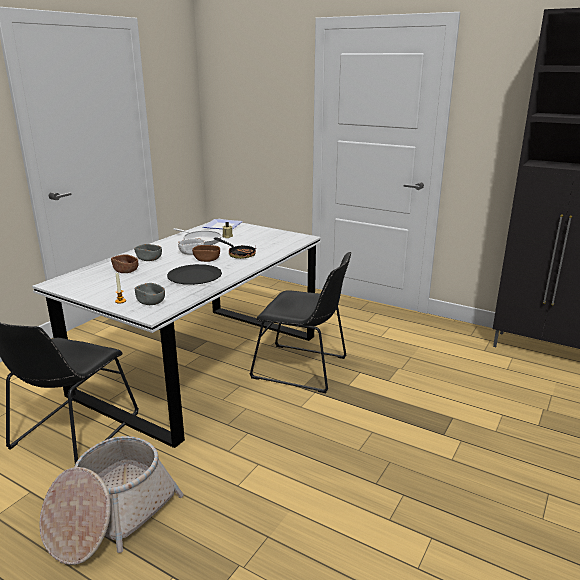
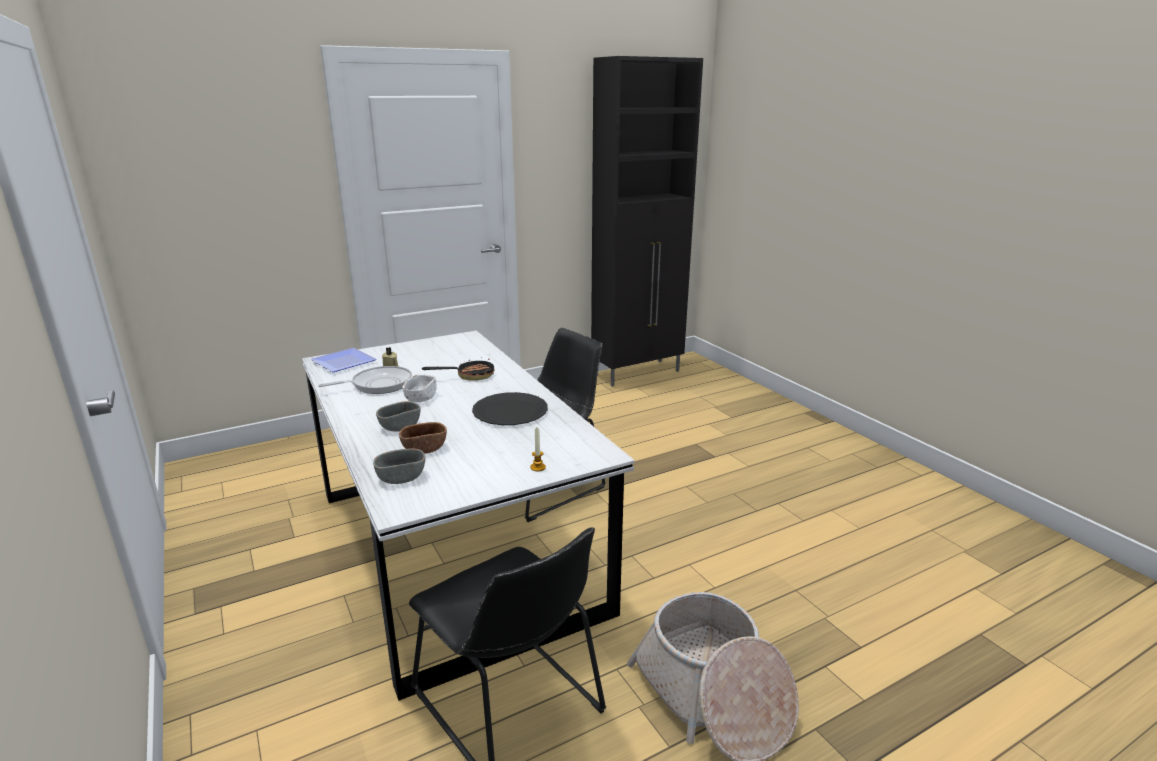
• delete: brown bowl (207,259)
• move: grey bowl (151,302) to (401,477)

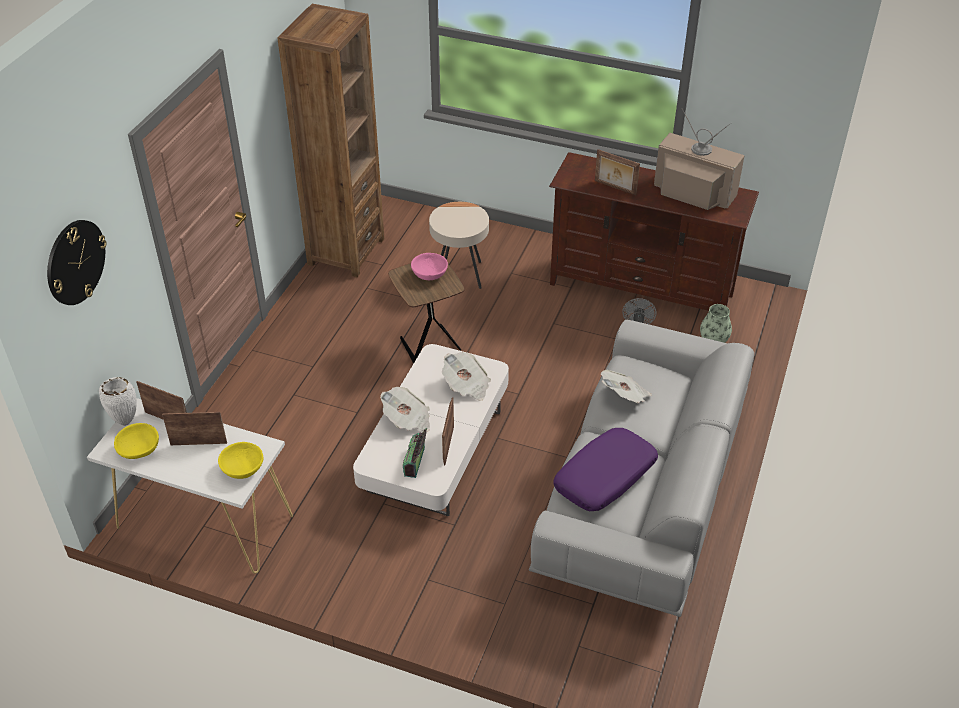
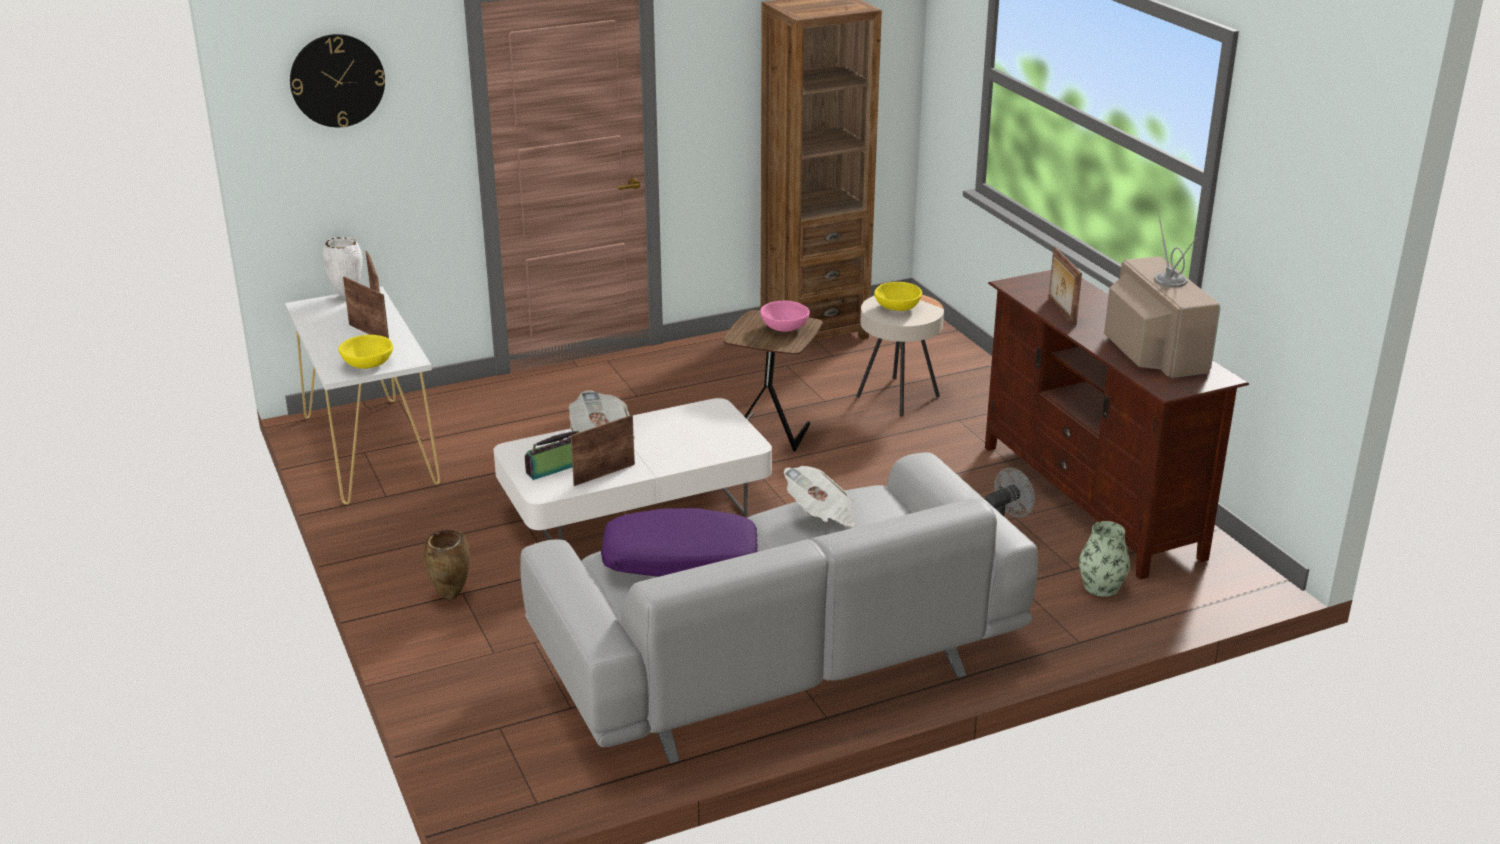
• delete: newspaper (466,386)
• insert: brown vase (451,597)
• move: yellow bowl (139,450) to (896,308)

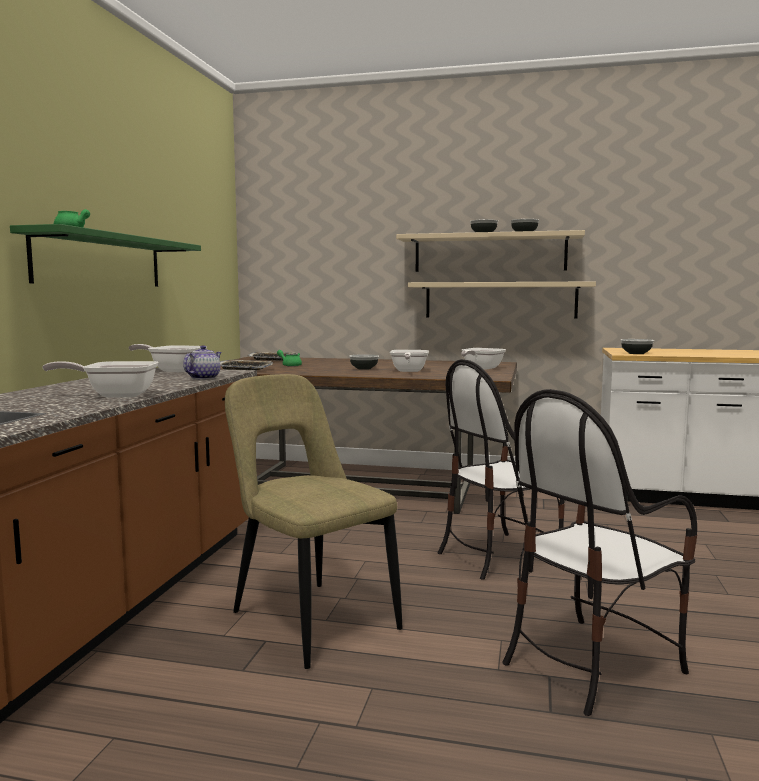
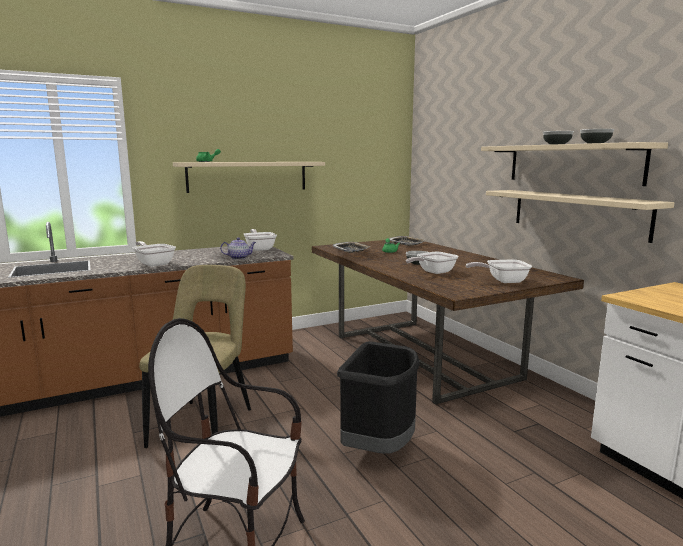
• delete: bowl (636,353)
• replace: chair (499,556) to black trash can (379,447)
• recolor: green shelf (100,261) to beige shelf (248,176)

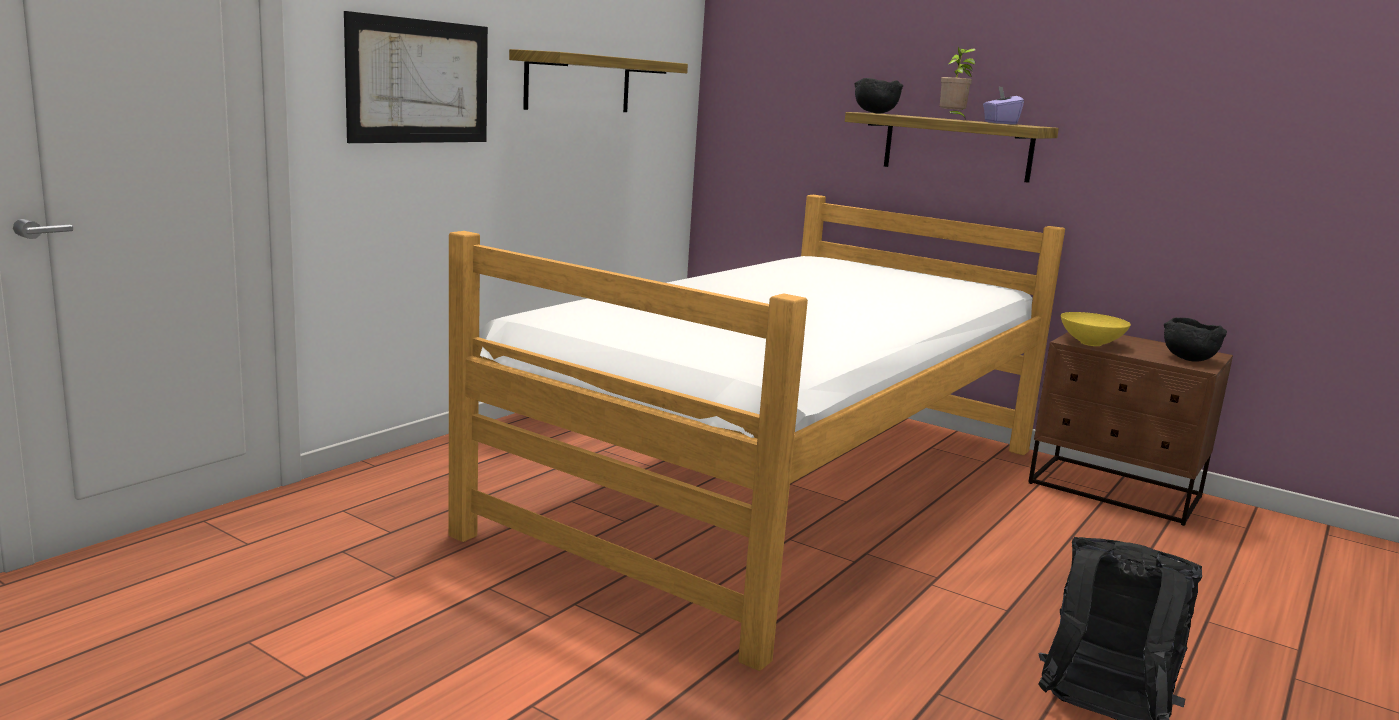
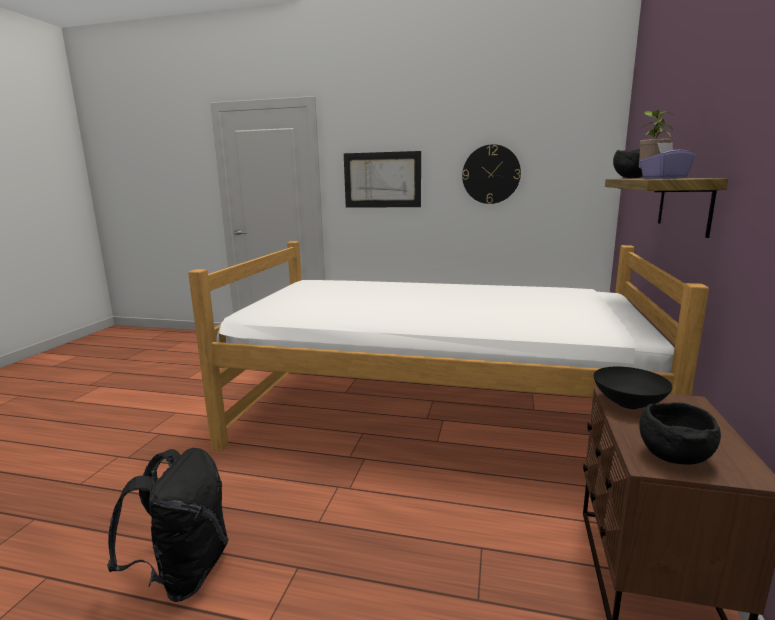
• replace: shelf (578,83) to wall clock (491,174)
• recolor: yellow bowl (1092,344) to black bowl (628,404)

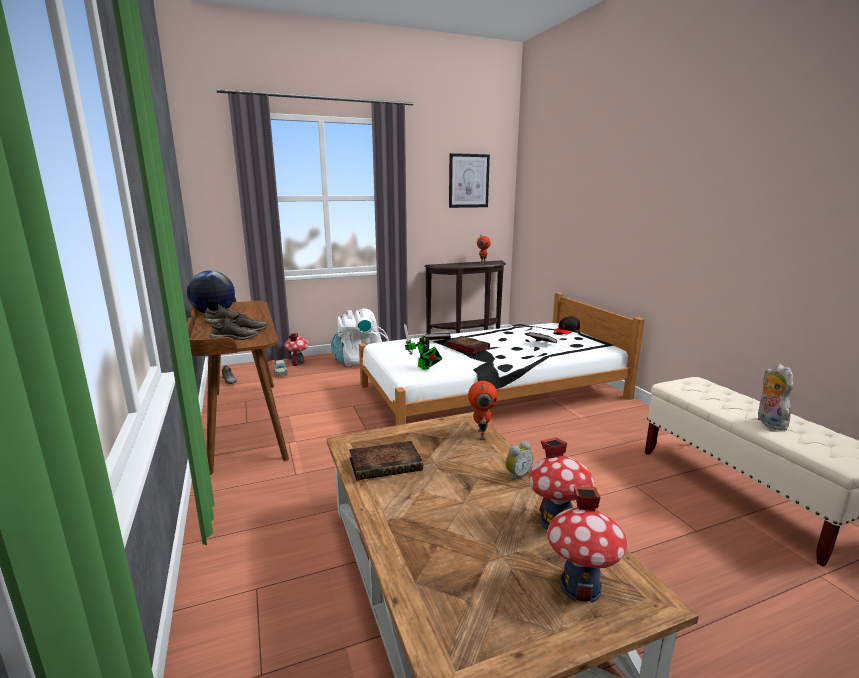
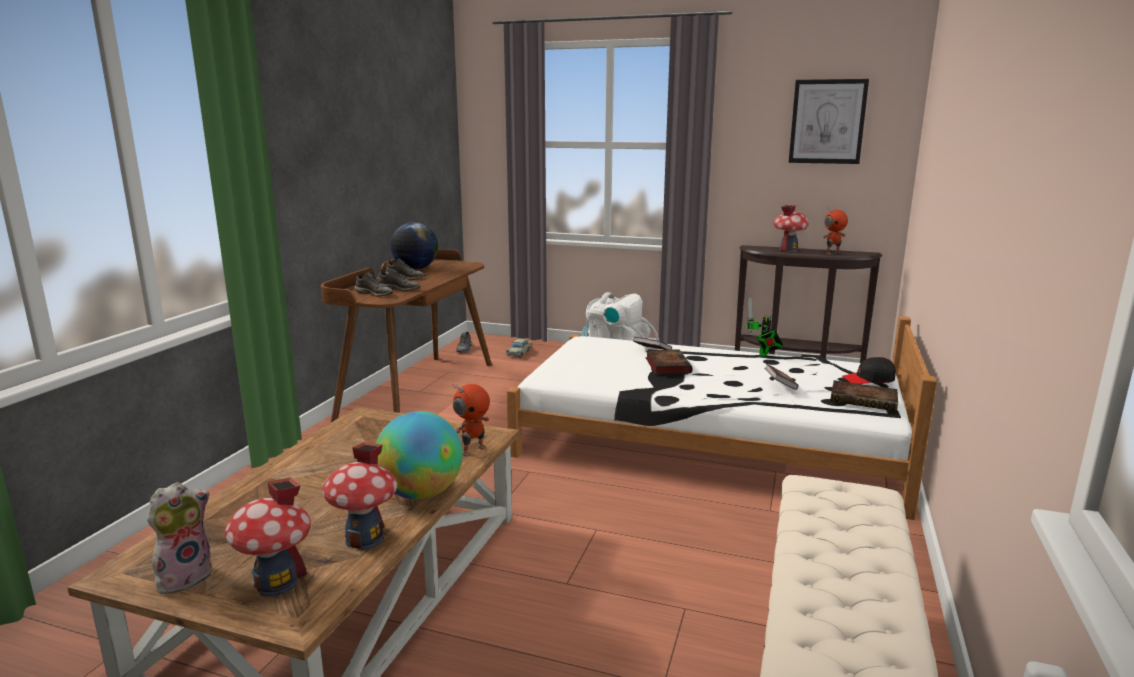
• move: toy house (298,362) to (788,250)
• move: book (387,464) to (865,400)
• move: toy robot (424,368) to (763,354)
• move: plush toy (768,422) to (185,577)
• replace: alarm clock (517,475) to globe (421,493)

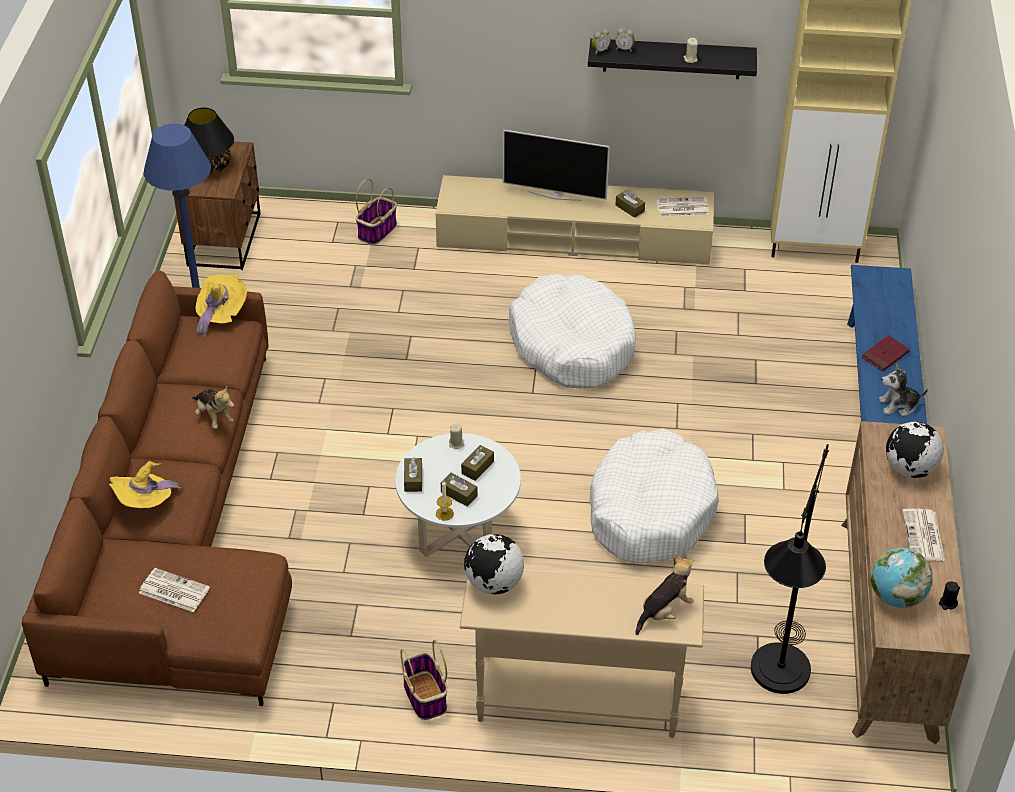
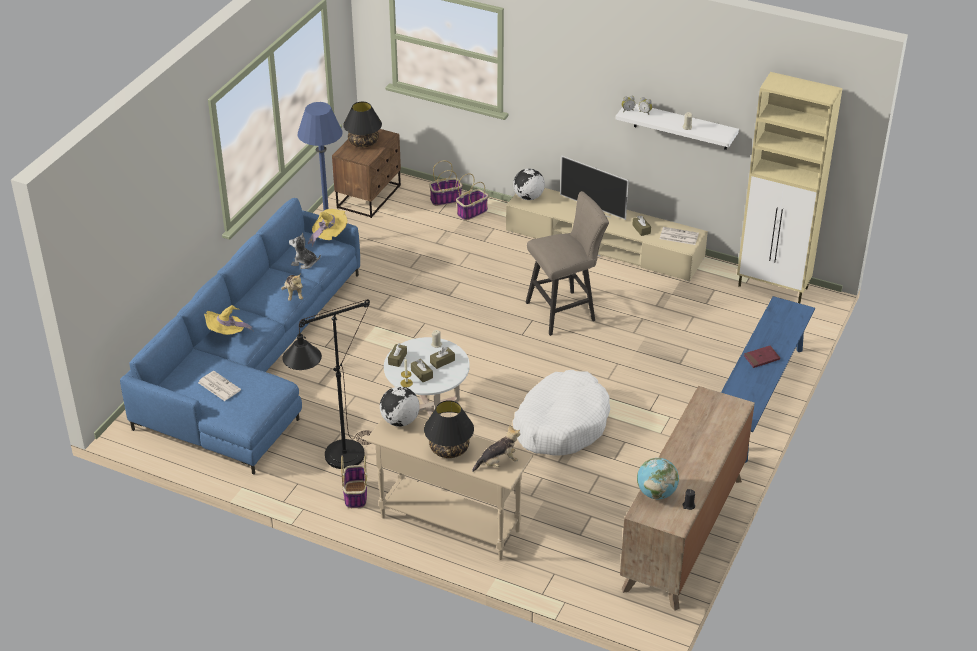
• delete: newspaper (923,536)
• insert: black table lamp (449,448)
• insert: basket (446,199)
• move: black floor lamp (776,683) to (336,461)
• move: plush toy (898,405) to (304,263)
• move: globe (909,469) to (528,197)
• replace: white dog bed (572,344) to beige stool (565,311)
• recolor: brown sofa (178,529) to blue sofa (253,362)
• recolor: black shelf (672,58) to white shelf (681,126)

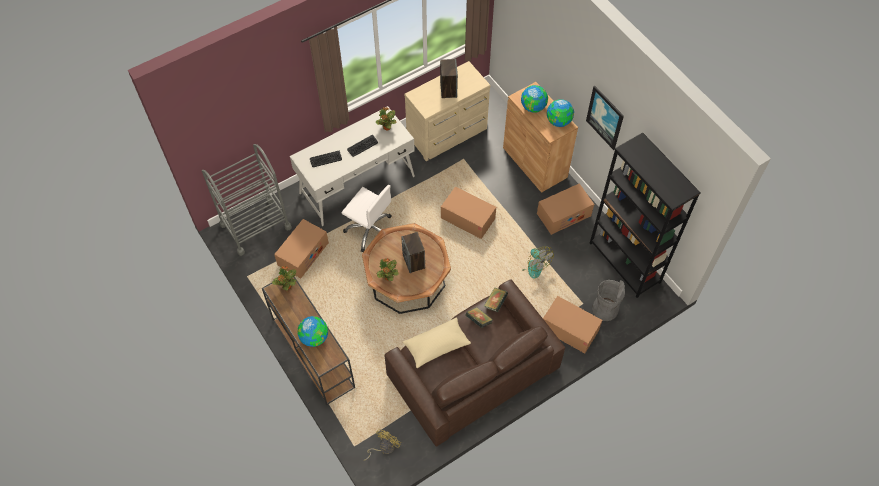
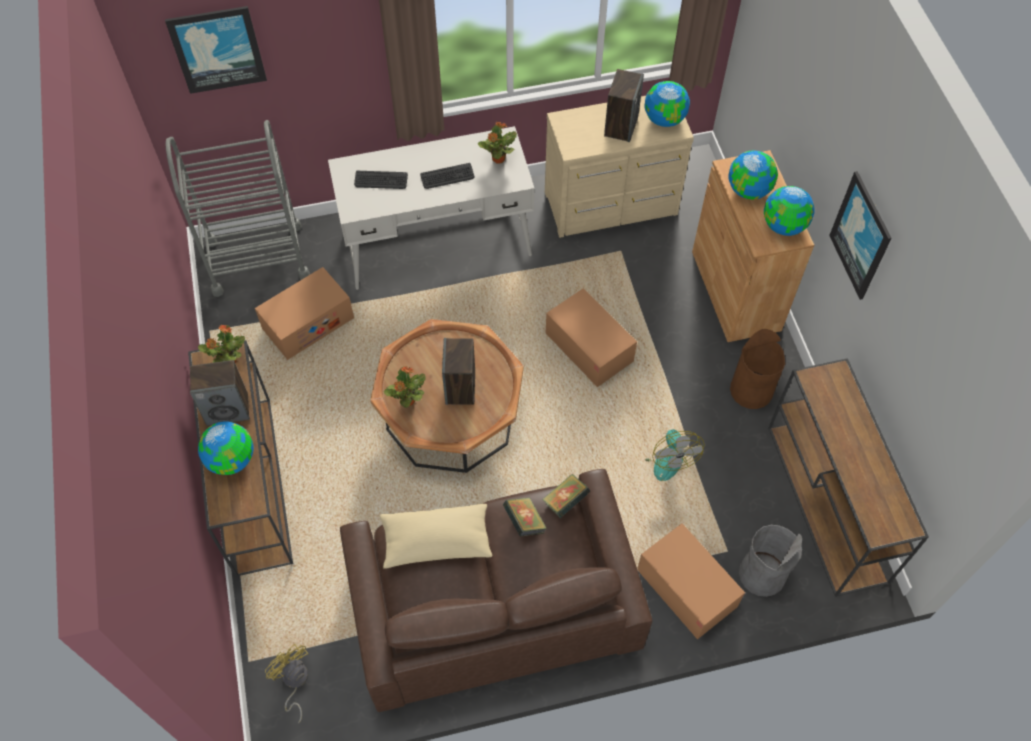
• delete: white office chair (370,230)
• insert: picture (217,49)
• insert: speaker (228,409)
• insert: globe (664,119)
• replace: cardboard box (563,214) to brown trash can (751,390)
• replace: black bookcase (625,263) to brown console table (827,504)
• rotate: yellow fan (383,448) = (294,682) 90 degrees counterclockwise

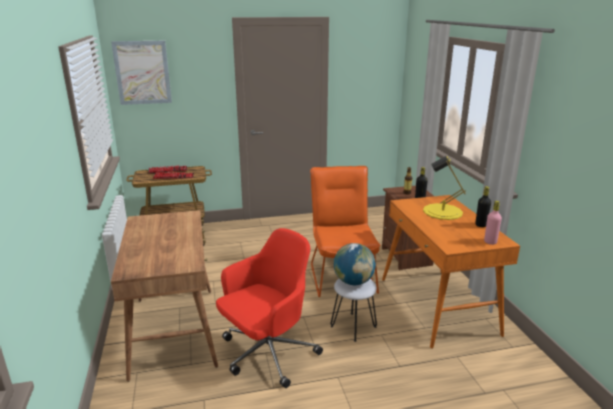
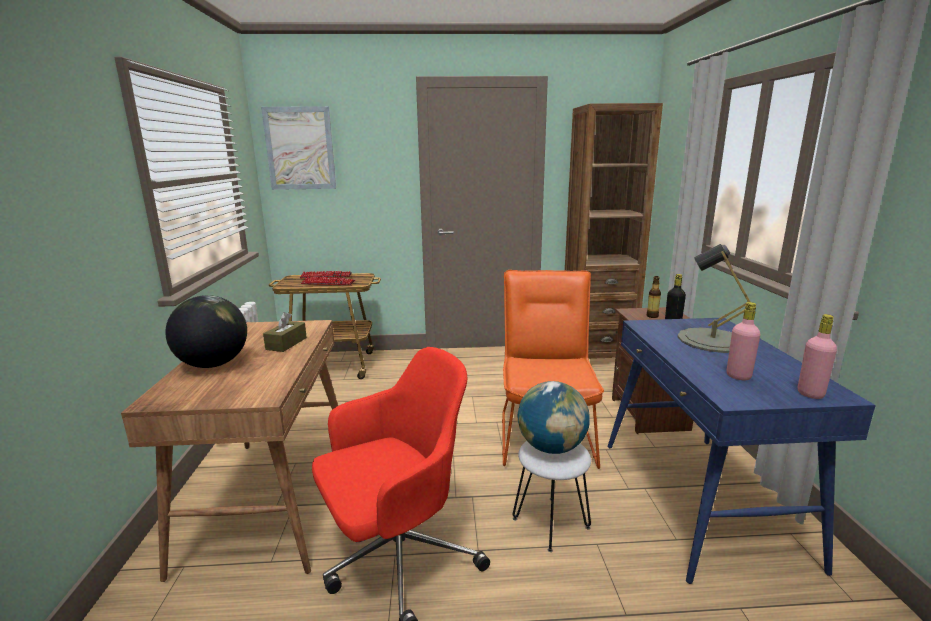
• delete: black bottle (481,225)
• insert: globe (213,364)
• insert: brown tissue box (286,343)
• insert: brown bookcase (596,354)
• insert: pink bottle (738,376)
• recolor: orange desk (438,306) to blue desk (701,500)
• recolor: yellow table lamp (442,211) to grey table lamp (712,340)

